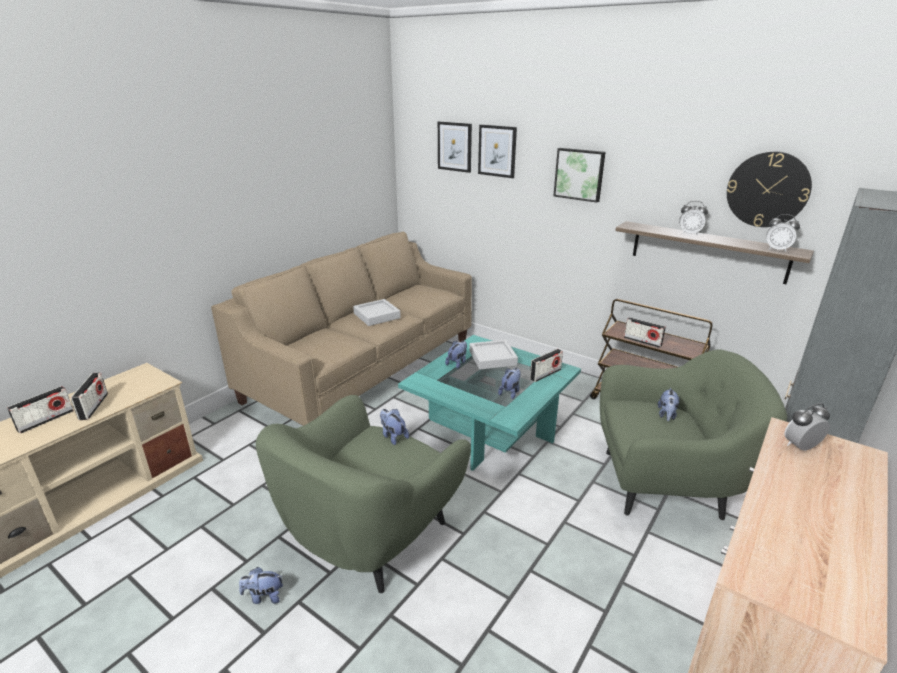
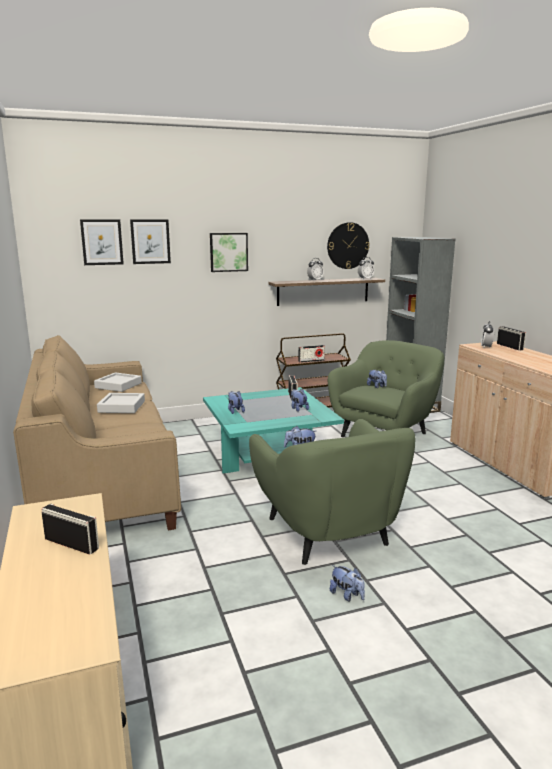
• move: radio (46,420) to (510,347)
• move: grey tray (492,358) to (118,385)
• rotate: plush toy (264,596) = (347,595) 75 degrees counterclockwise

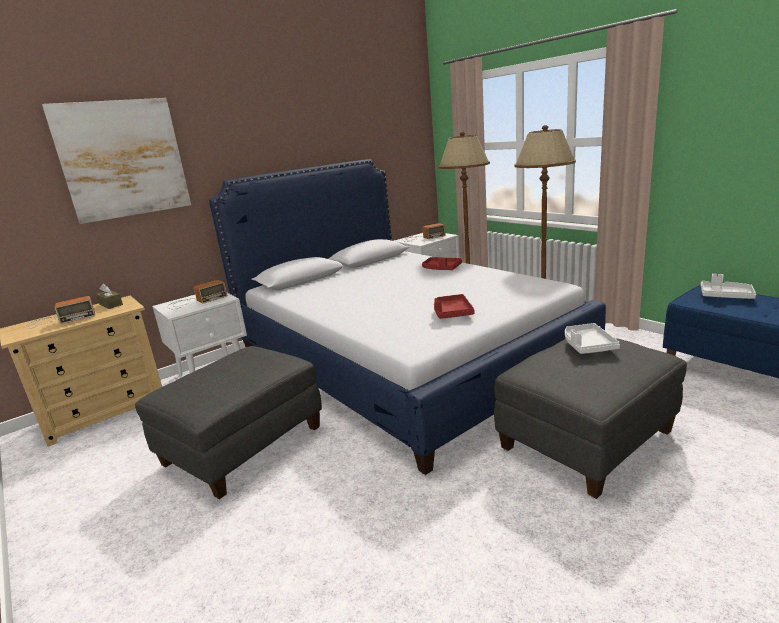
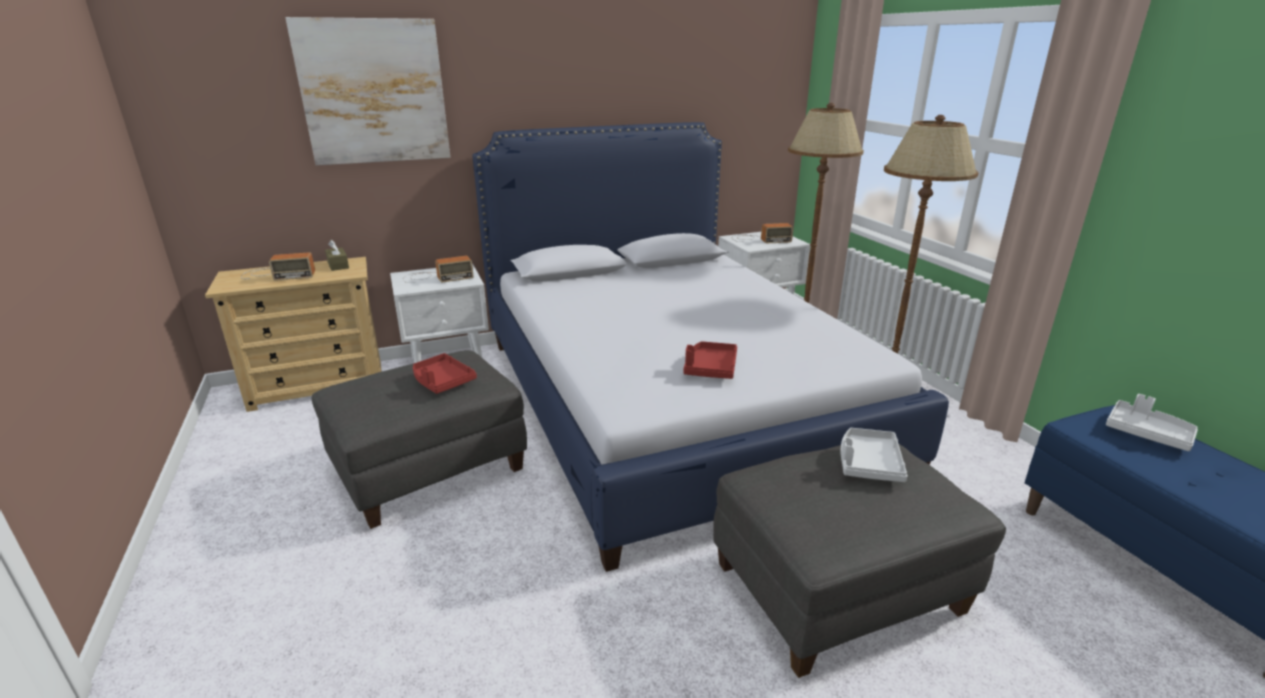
• move: red tray (441,269) to (442,381)

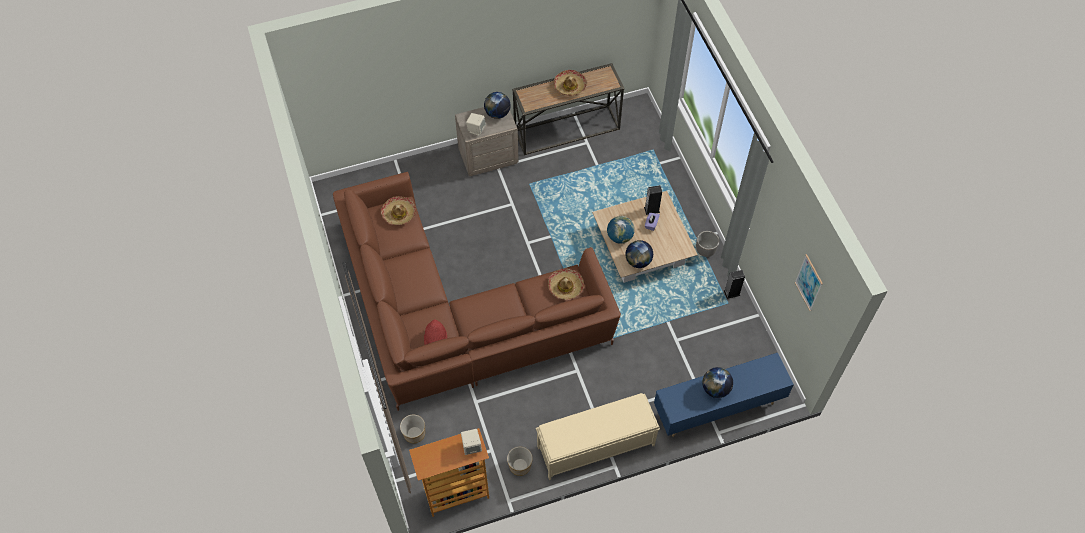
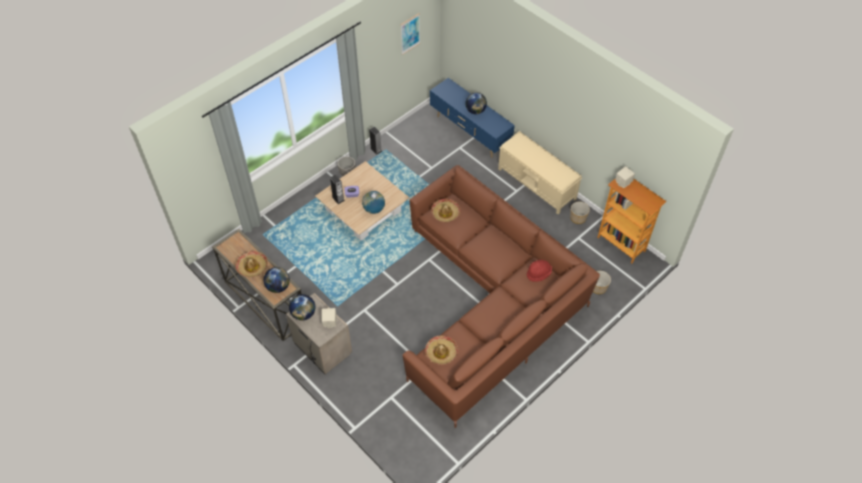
• move: globe (638,261) to (278,287)

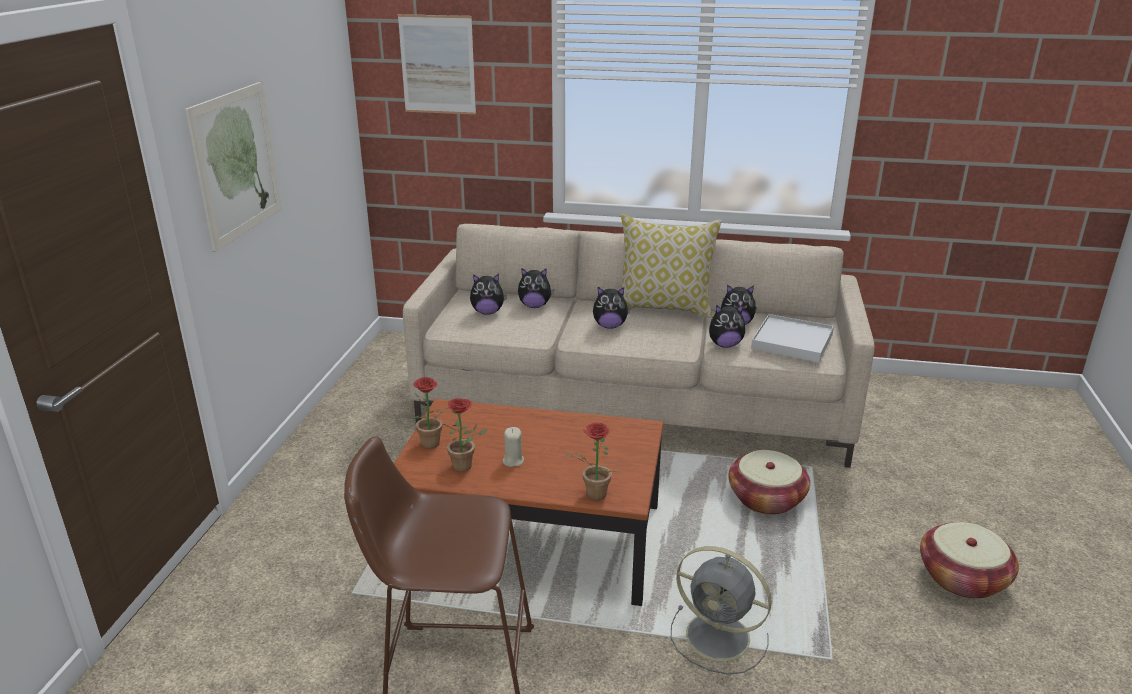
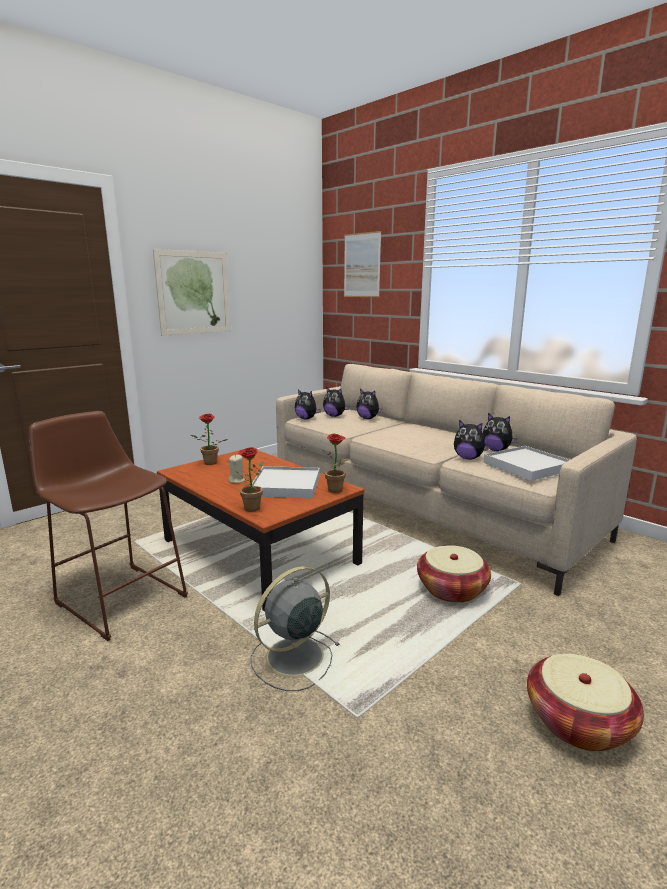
• delete: pillow (664,308)
• insert: white tray (286,485)
• move: potted plant (466,467) to (337,491)
• move: plush toy (610,326) to (306,419)
• rotate: grey fan (720,638) = (292,658) 75 degrees clockwise

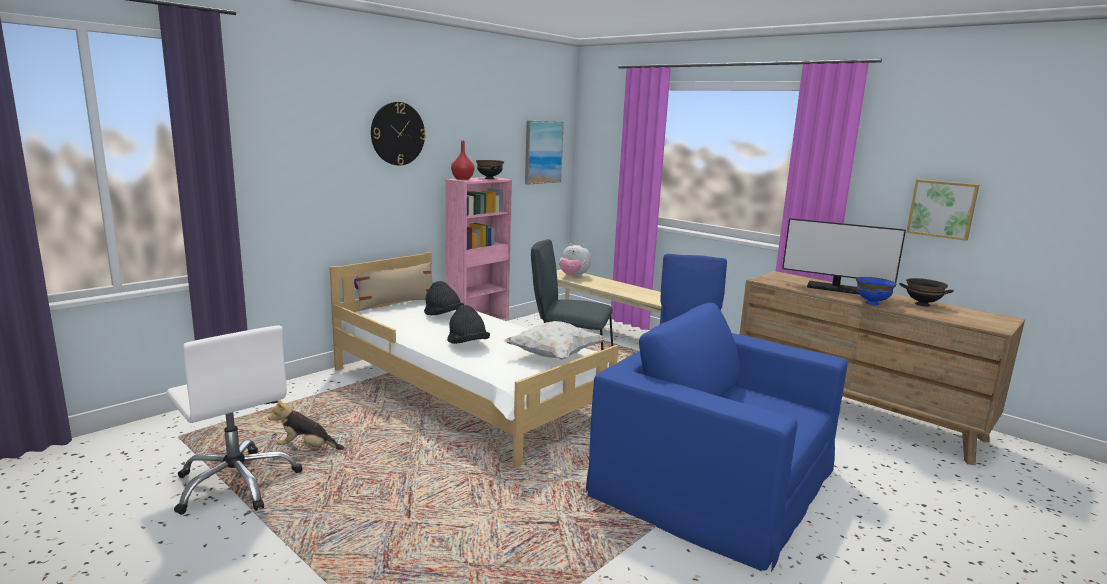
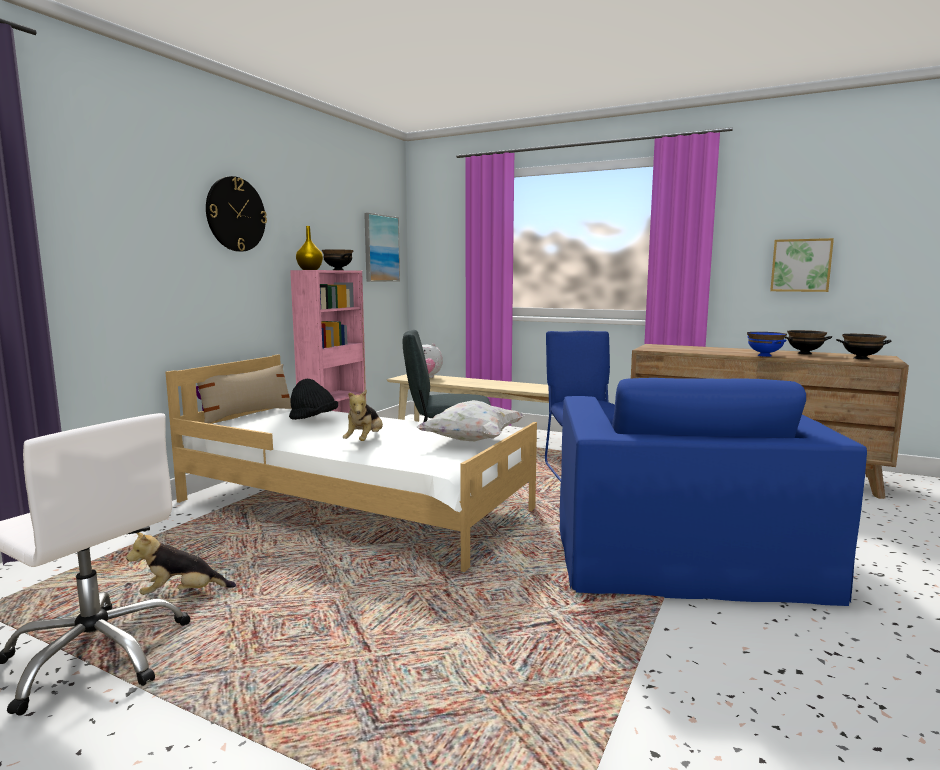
• delete: monitor (835,288)
• insert: black bowl (861,358)
• replace: black hat (467,344) to plush toy (365,441)
• recolor: red vase (462,179) to yellow vase (309,269)
• rotate: blue armchair (714,480) = (680,548) 105 degrees counterclockwise

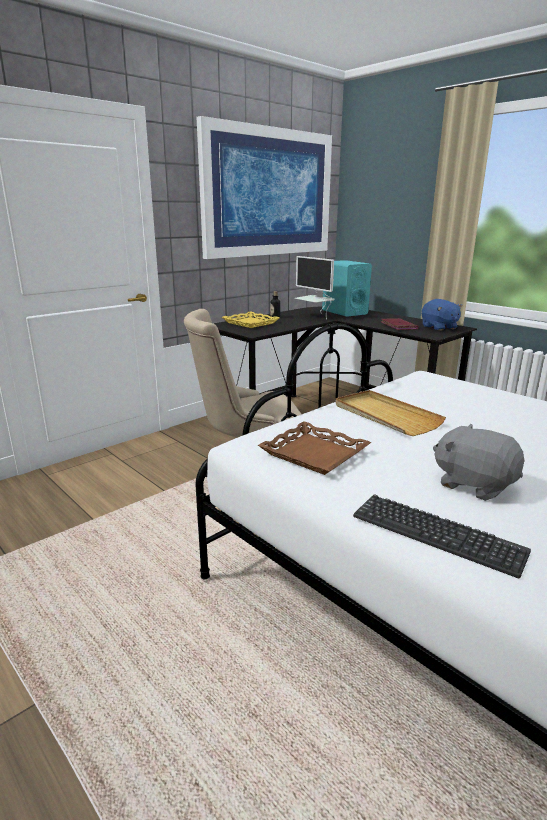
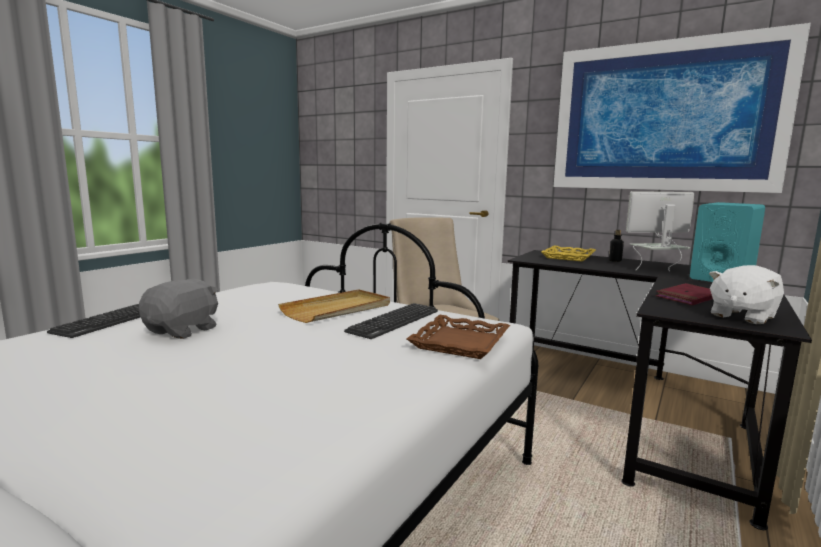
• insert: keyboard (394,321)
• move: brown tray (315,453) to (460,343)
• recolor: blue plush toy (439,327) to white plush toy (741,316)
• rotate: monitor (315,316) = (656,270) 45 degrees clockwise

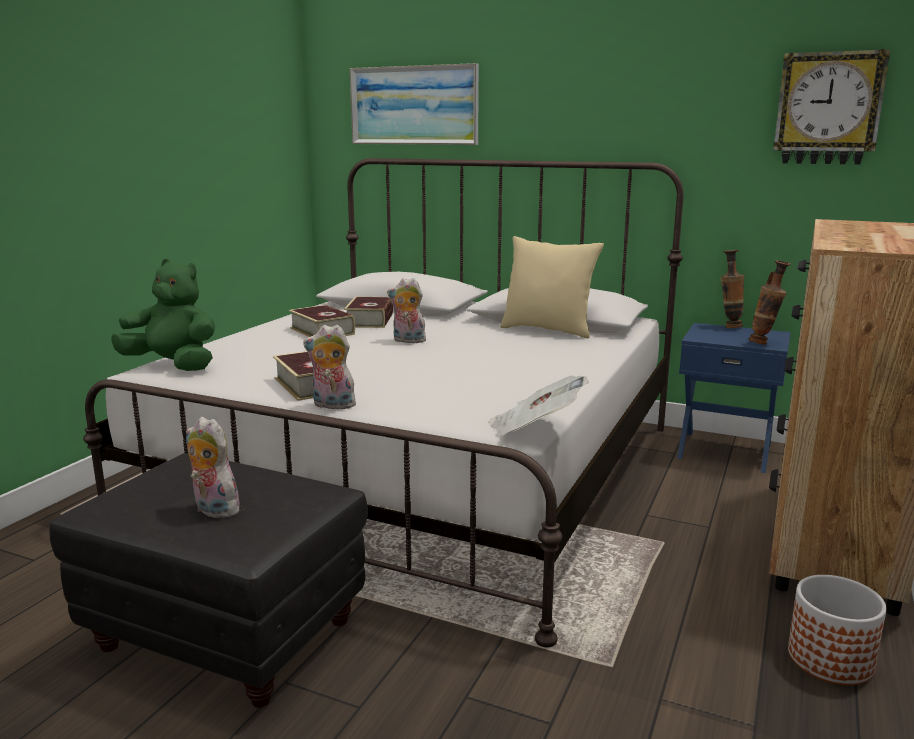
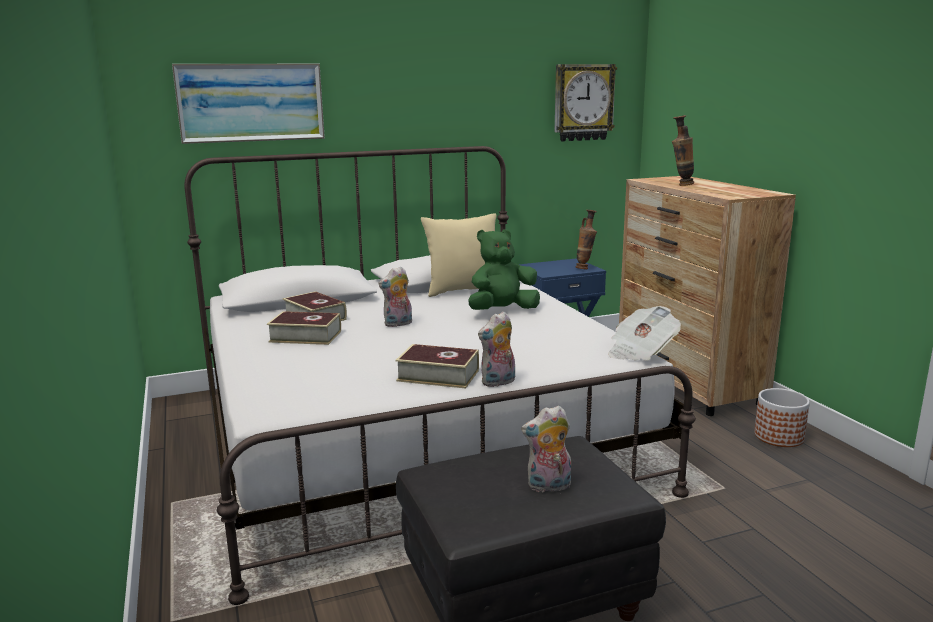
• move: green plush toy (173,366) to (502,311)
• move: vase (729,327) to (681,185)

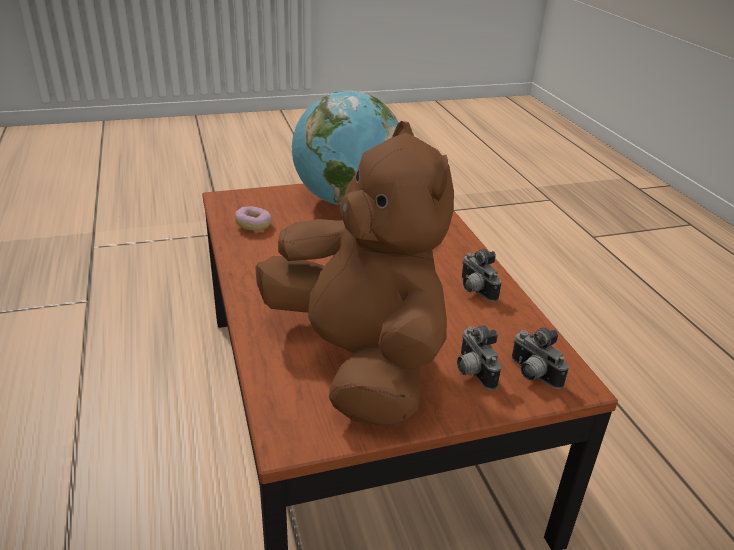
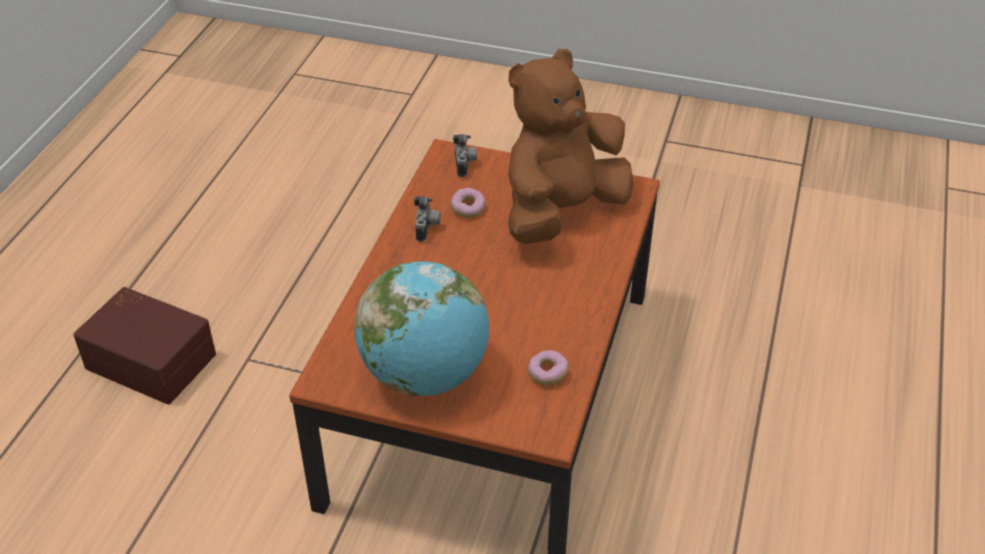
• delete: photo camera (472,372)
• insert: brown storage box (152,359)
• insert: donut (468,209)
• rotate: brown plush toy (358,360) = (561,212) 45 degrees clockwise

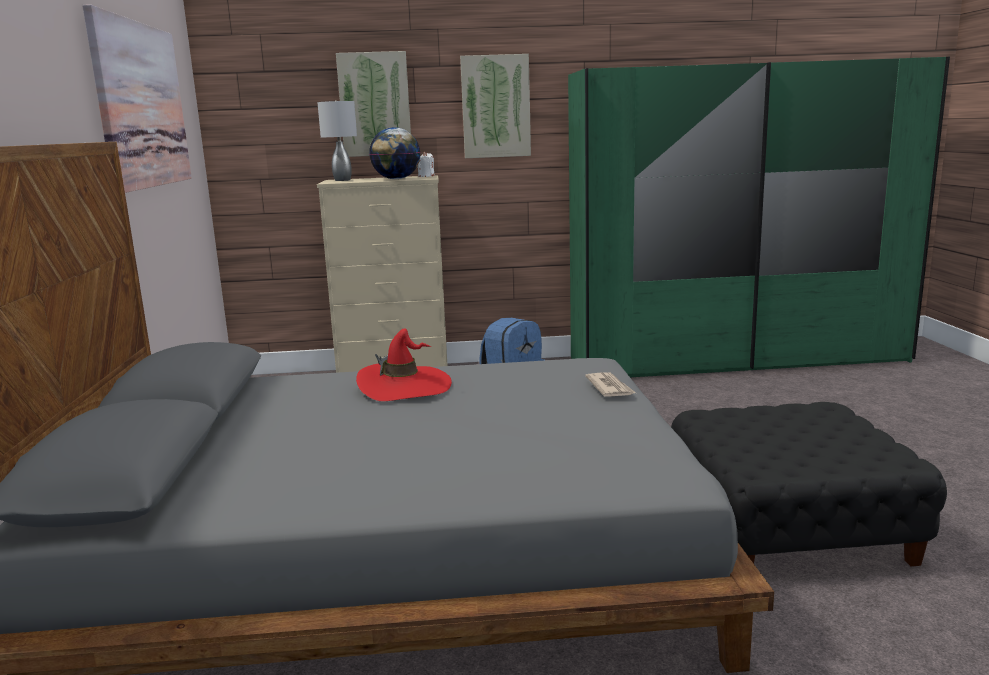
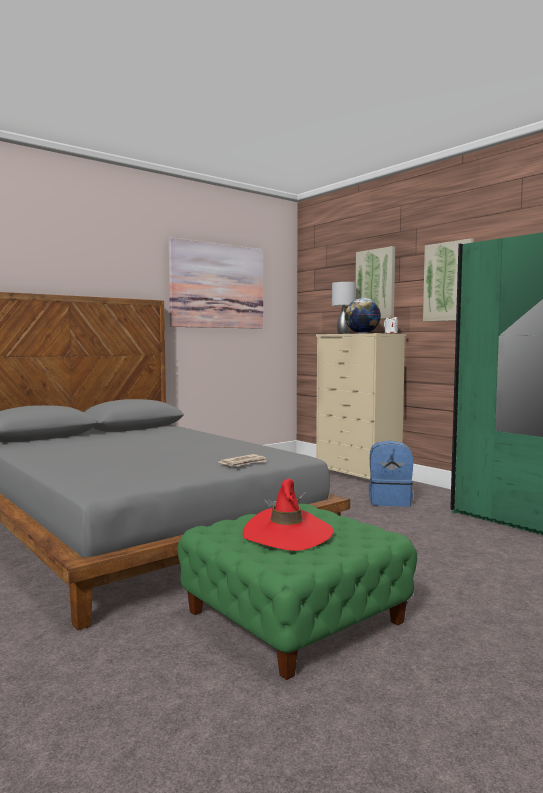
• move: red hat (404,386) to (287,534)
• recolor: black ottoman (788,525) to green ottoman (294,616)

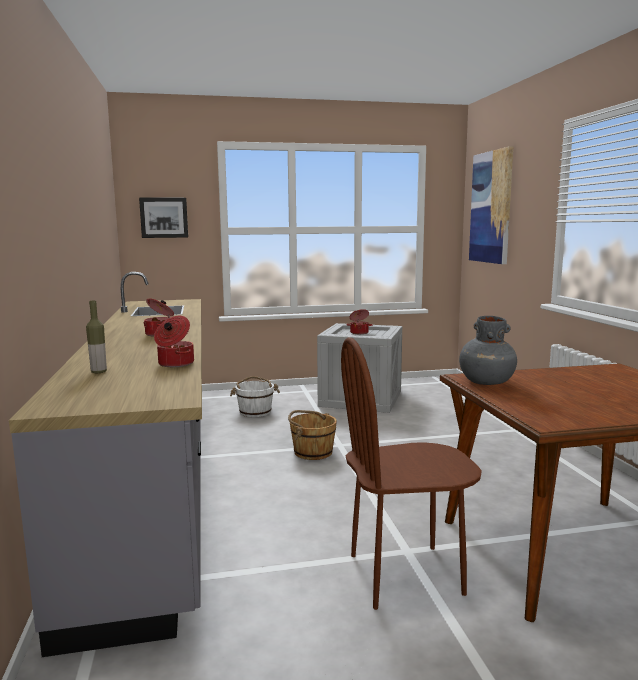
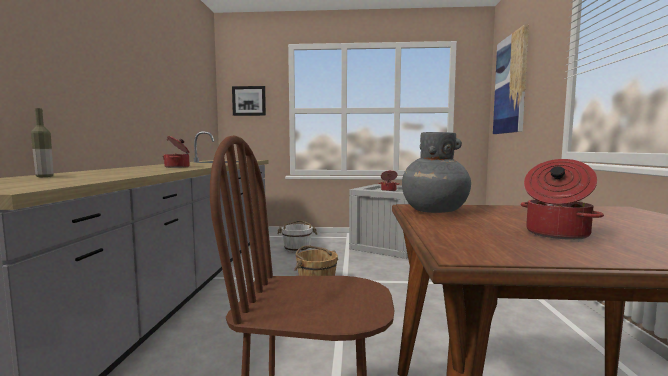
• move: cooking pot (175,364) to (555,234)

